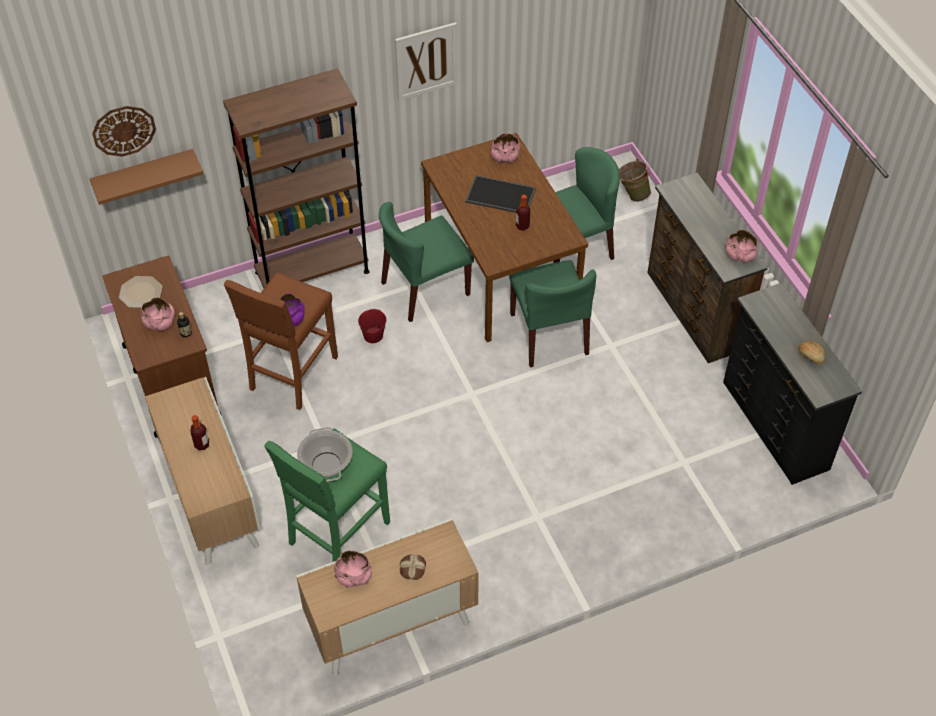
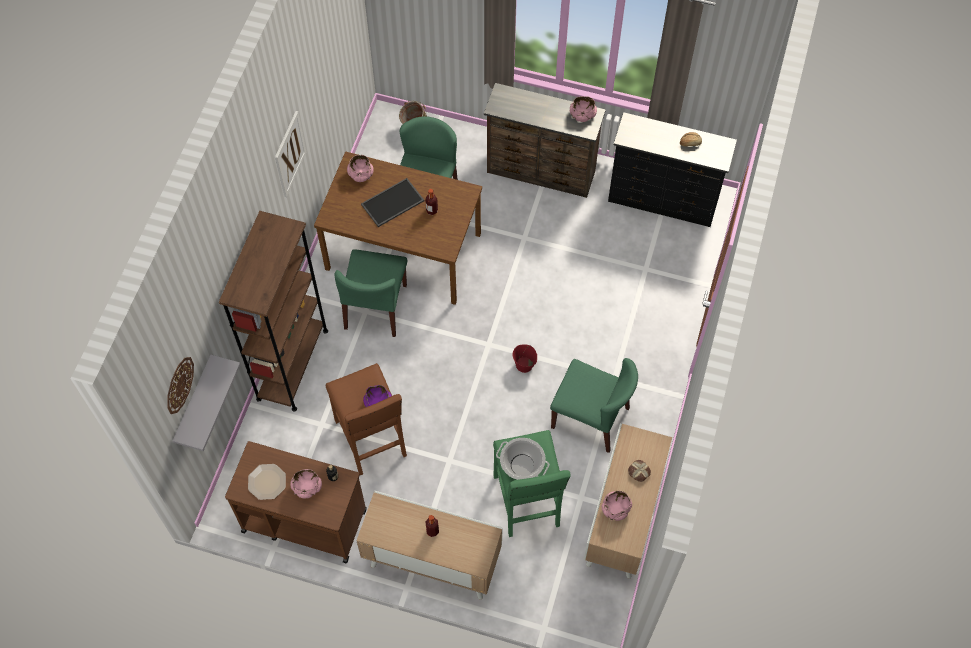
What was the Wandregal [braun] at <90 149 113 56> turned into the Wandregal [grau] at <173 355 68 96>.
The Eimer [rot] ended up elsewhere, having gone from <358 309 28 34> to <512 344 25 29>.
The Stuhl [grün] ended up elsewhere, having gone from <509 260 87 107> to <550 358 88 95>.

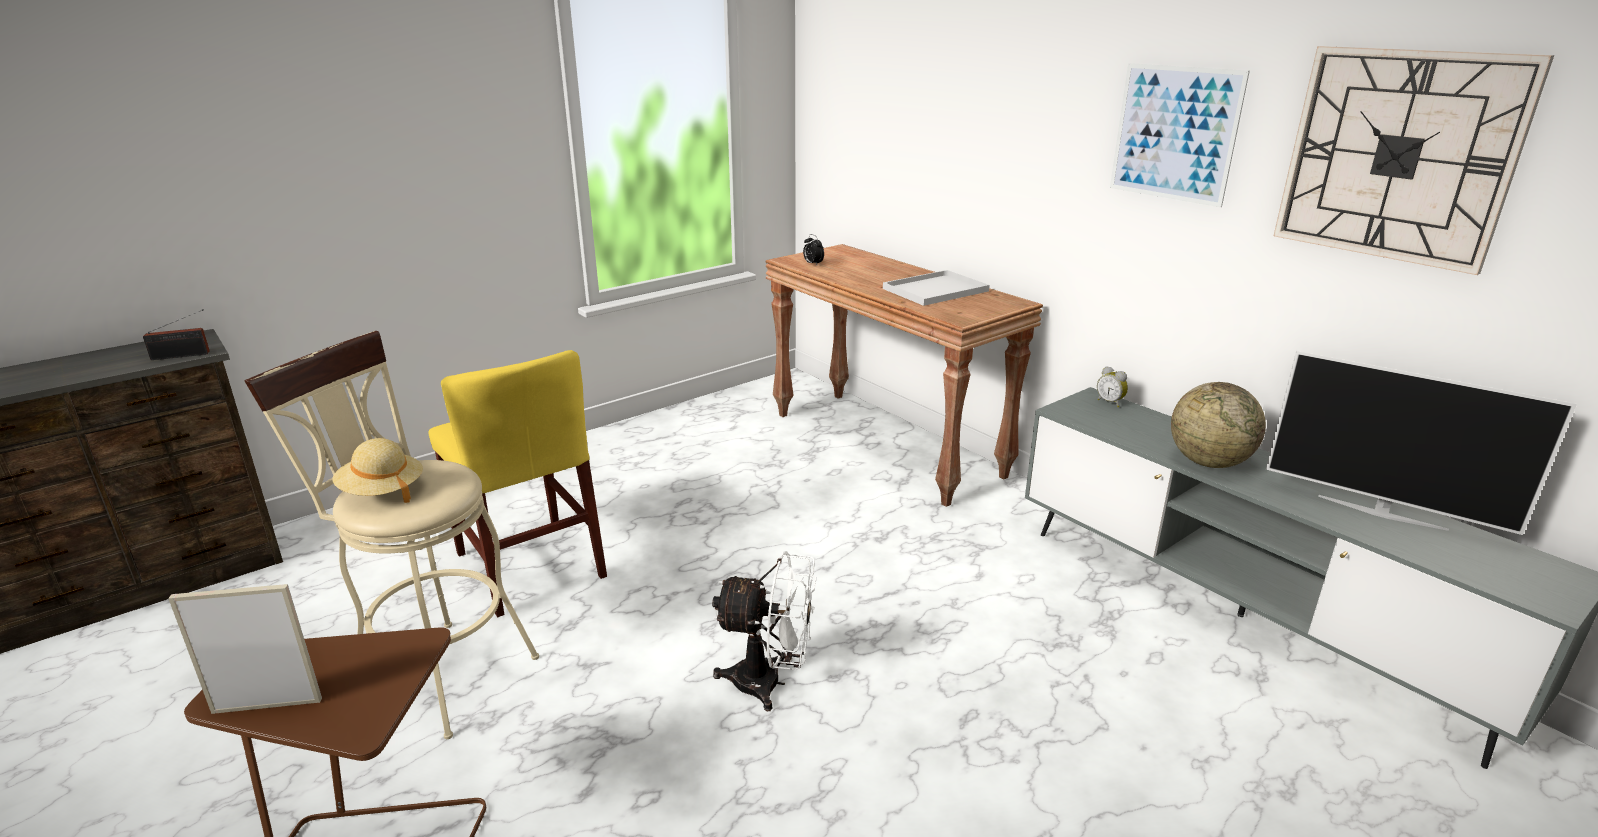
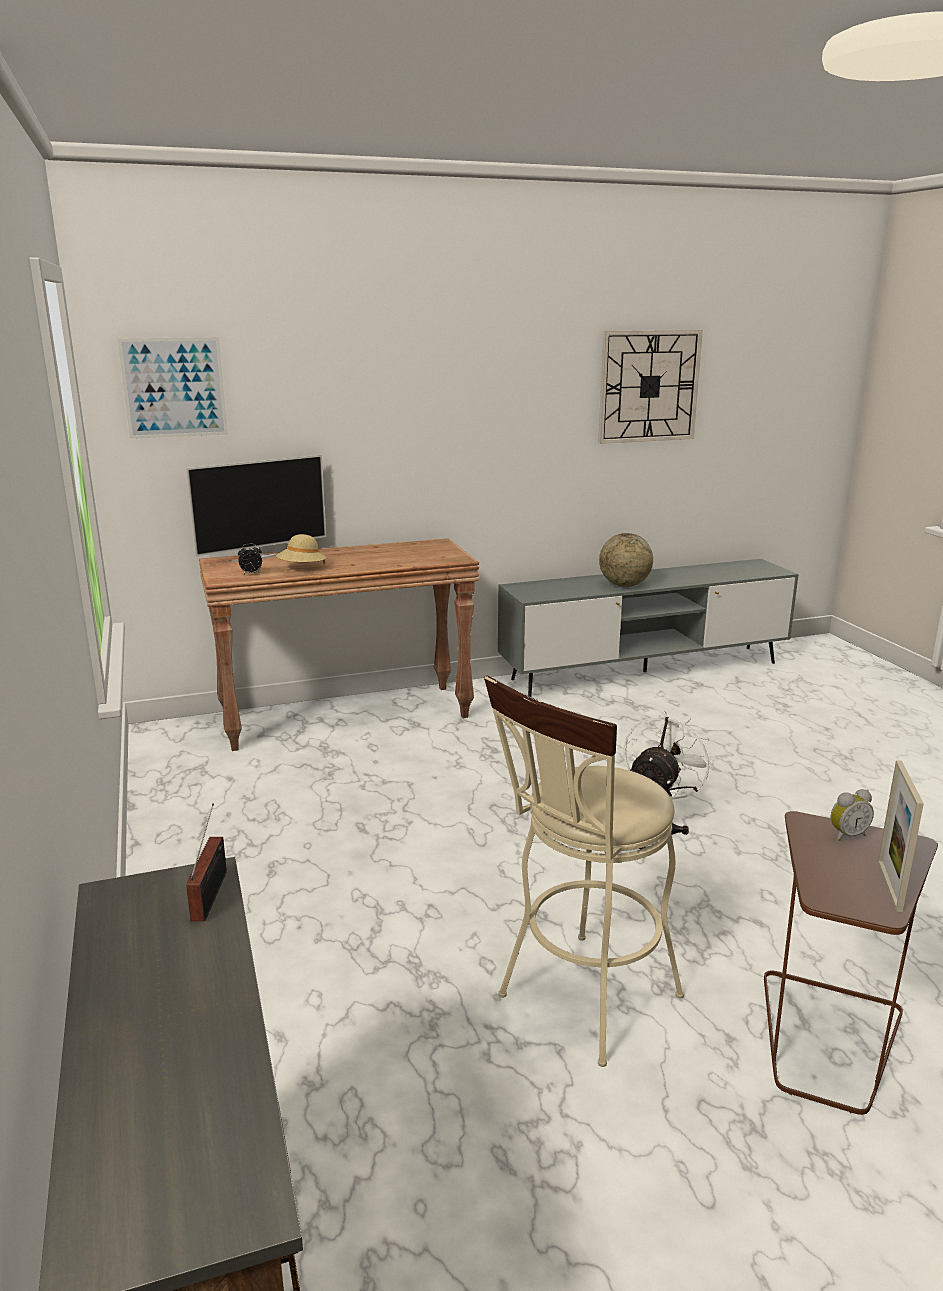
The Hut [beige] ended up elsewhere, having gone from <332 438 91 65> to <276 534 51 31>.
The second view lost the Stuhl [gelb] at <429 350 178 267>.
The second view lost the Tablett [weiß] at <883 270 107 36>.
The Wecker ended up elsewhere, having gone from <1097 366 31 41> to <830 789 44 53>.
The Bild ended up elsewhere, having gone from <1110 63 140 144> to <117 337 111 102>.
The Fernseher ended up elsewhere, having gone from <1266 351 311 184> to <186 455 140 107>.

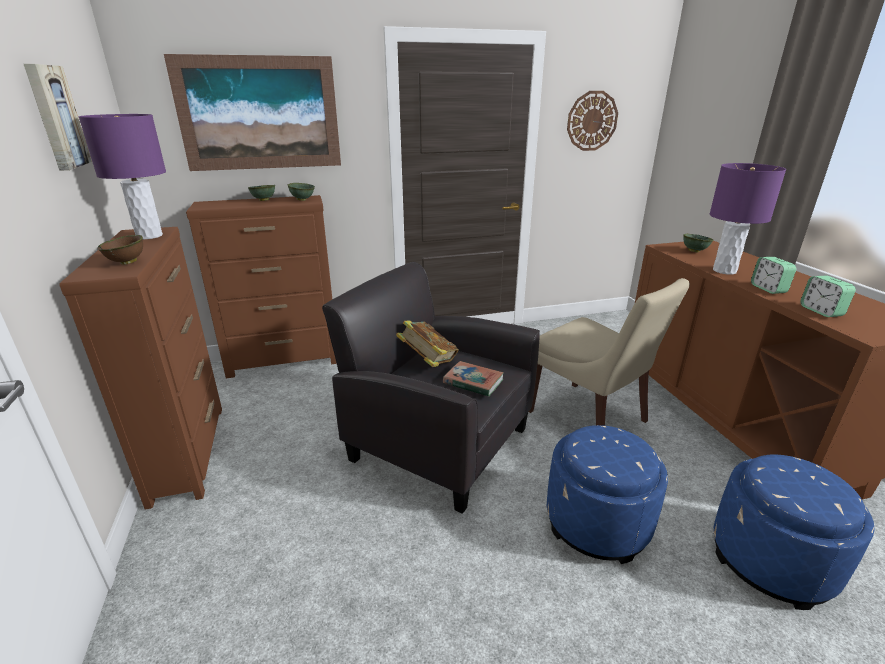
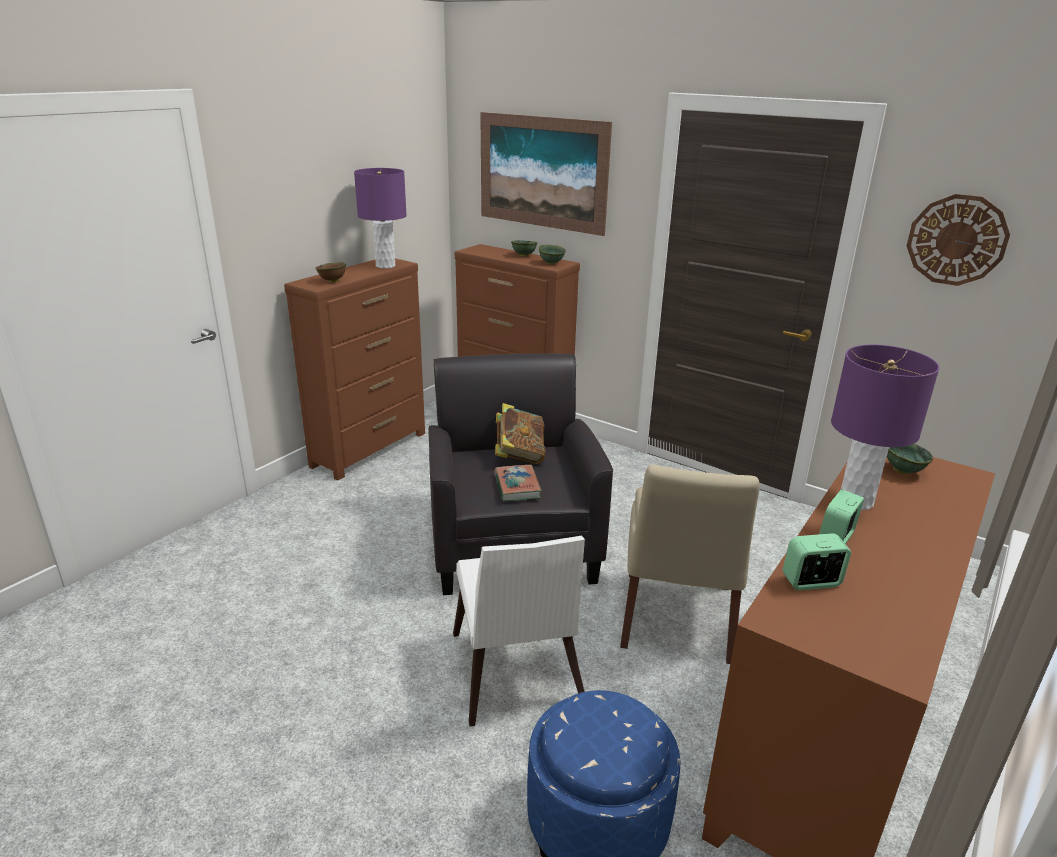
The second view lost the Bild at <24 64 68 107>.
Where the Polsterhocker [blau] stood at <547 425 121 139>, the Stuhl [weiß] came to stand at <453 536 132 191>.
The Wecker at <800 275 56 42> ended up facing another way, 45 degrees clockwise from before.

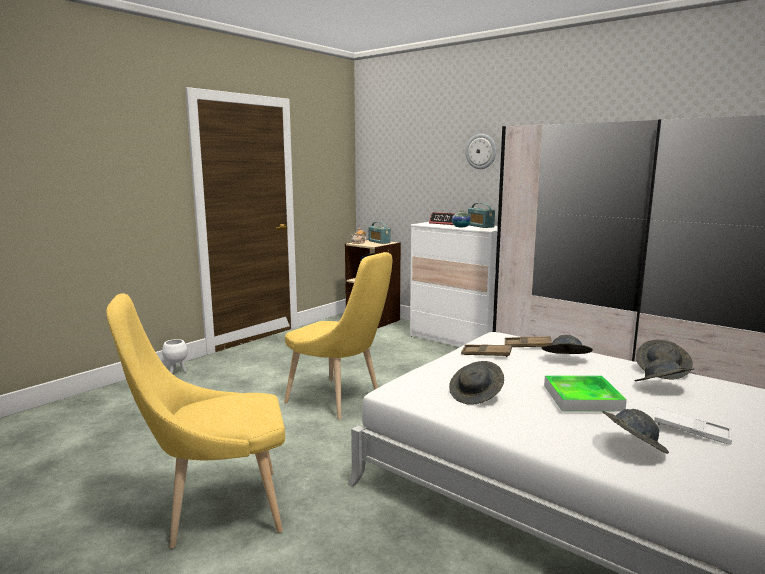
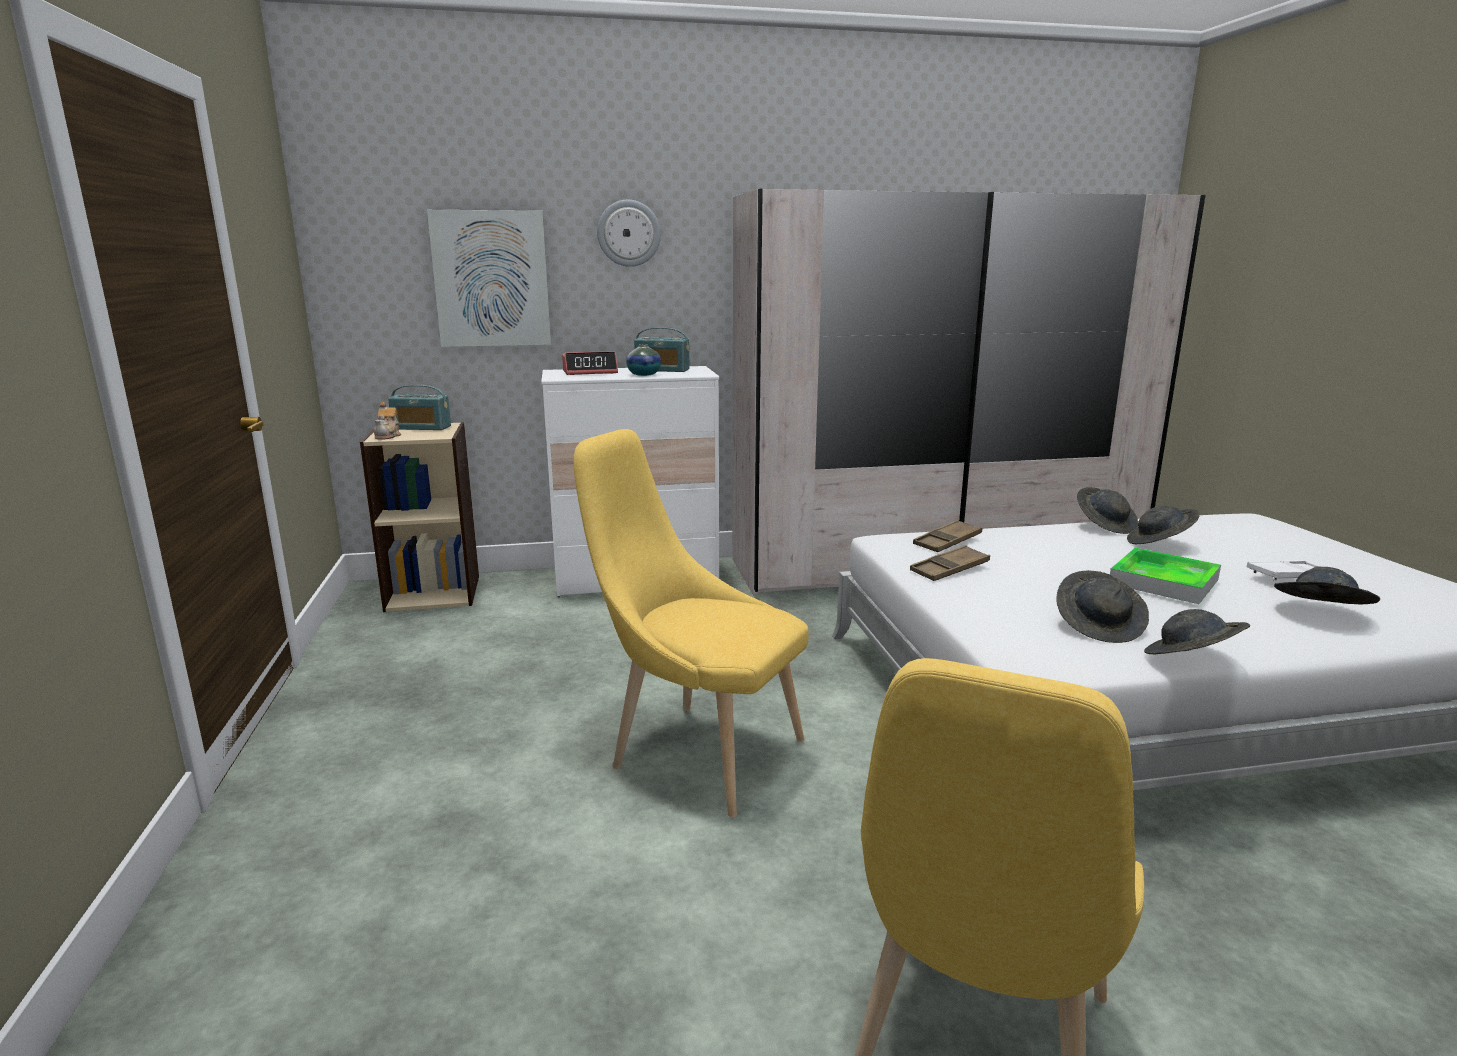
The second view lost the Pflanzkübel [weiß] at <162 339 26 35>.
The Stuhl [gelb] at <284 252 108 168> ended up facing another way, 135 degrees counterclockwise from before.
The Hut [grau] ended up elsewhere, having gone from <542 335 51 19> to <1144 609 106 45>.
The second view gained the Bild at <427 210 124 137>.

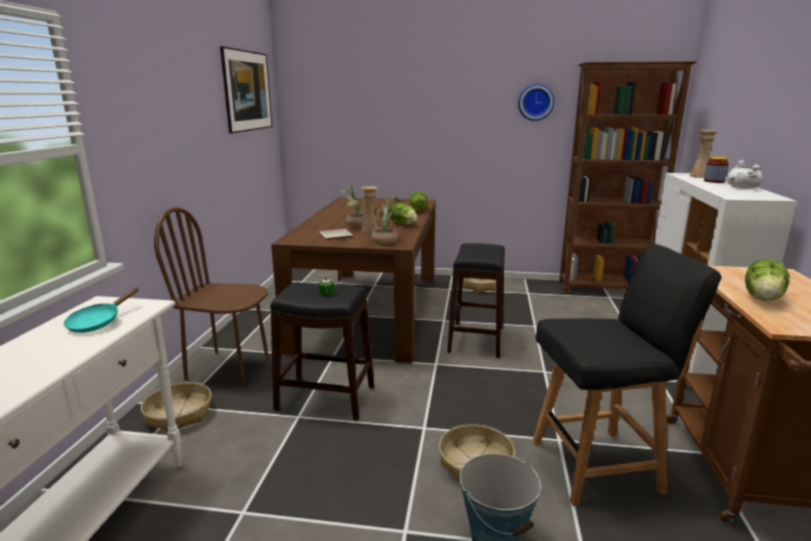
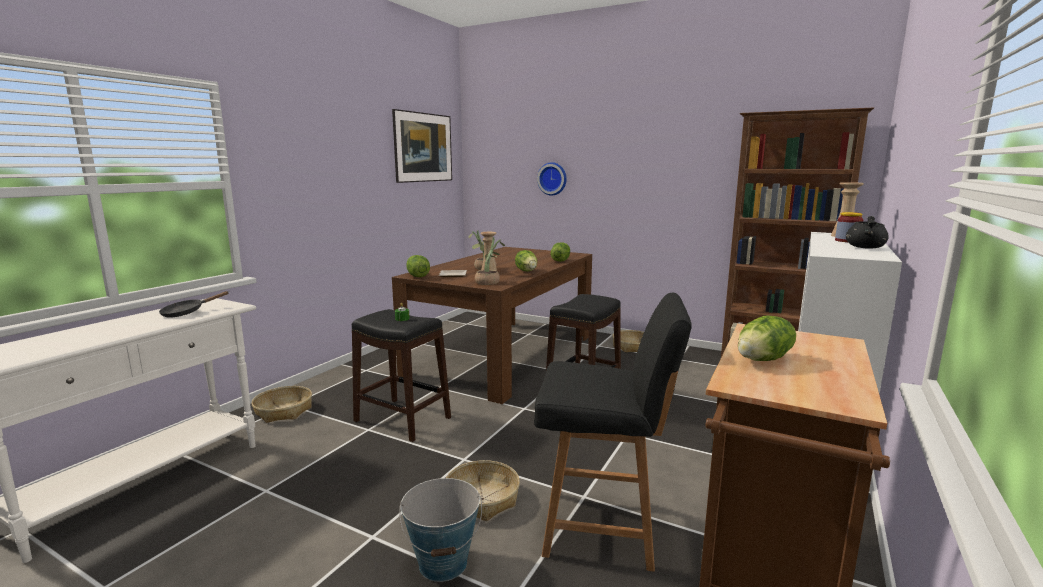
What was the Pfanne [türkis] at <64 288 75 45> turned into the Pfanne [schwarz] at <159 291 70 27>.
The second view lost the Stuhl [braun] at <154 207 115 179>.
The Wanduhr ended up elsewhere, having gone from <518 84 36 37> to <537 162 30 34>.
What was the Kochtopf [weiß] at <727 160 36 29> turned into the Kochtopf [schwarz] at <846 216 43 33>.
The second view gained the Salatkopf at <406 255 24 22>.

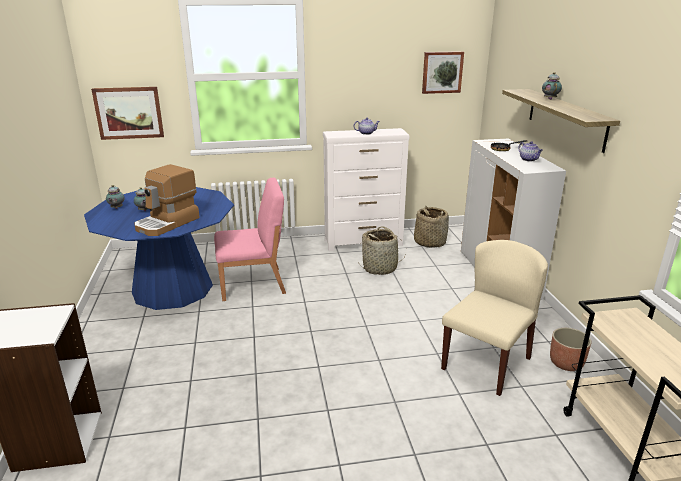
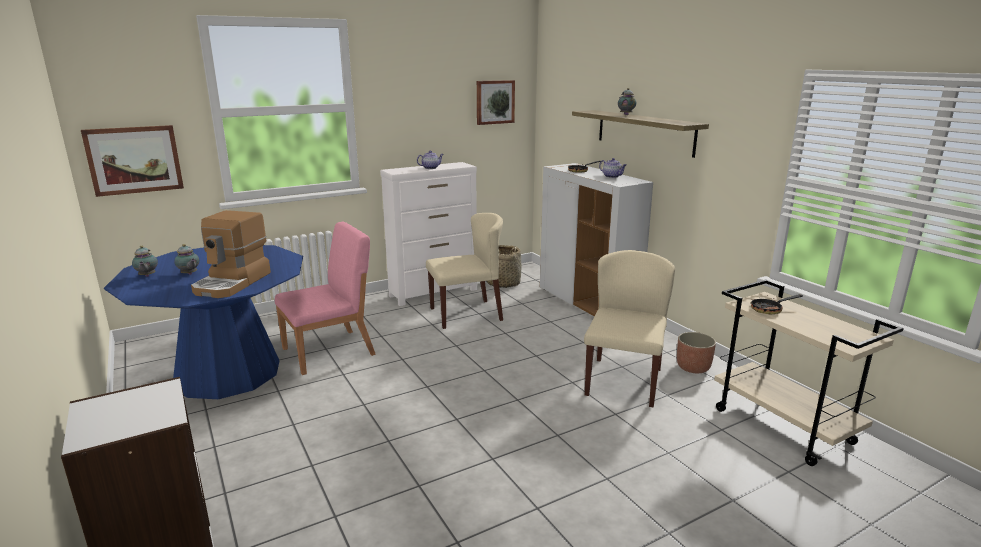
Where the Korb stood at <358 226 48 49>, the Stuhl [beige] came to stand at <426 213 77 116>.
The second view gained the Pfanne at <751 292 52 23>.

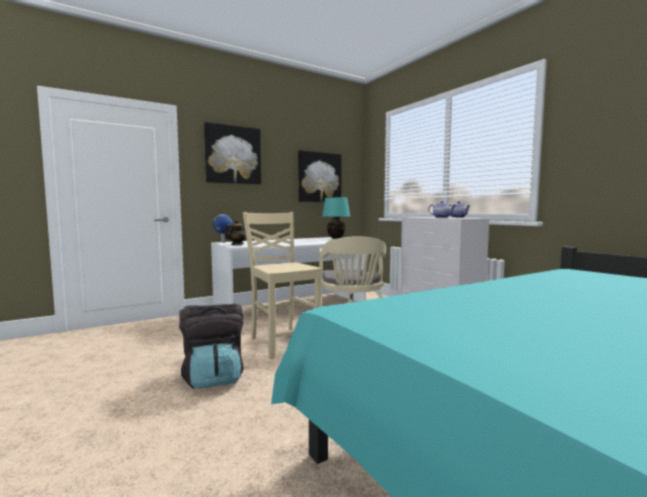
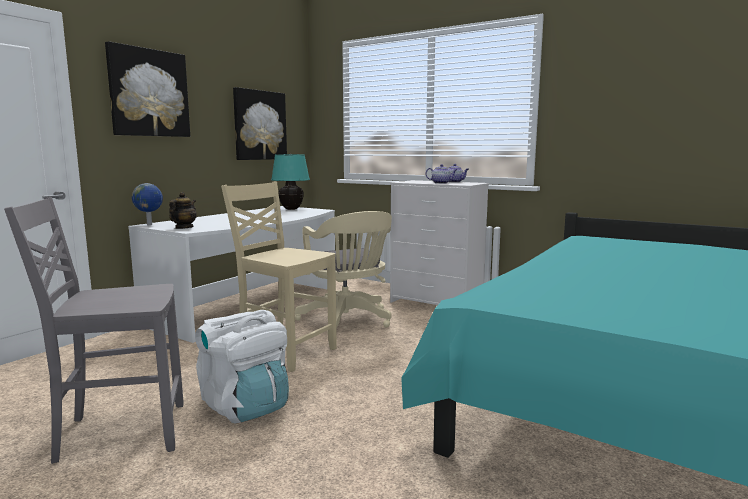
What was the Rucksack [schwarz] at <179 304 65 85> turned into the Rucksack [weiß] at <195 310 94 113>.
The second view gained the Stuhl [grau] at <4 197 180 267>.

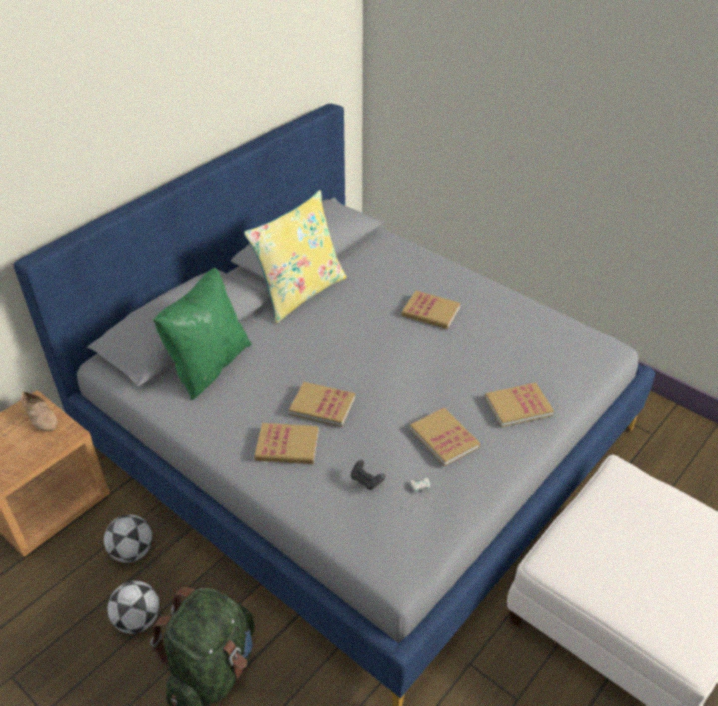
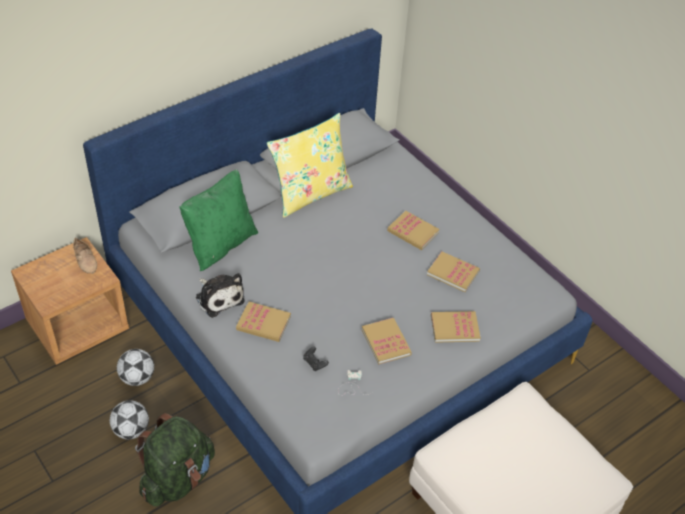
The Buch ended up elsewhere, having gone from <289 382 66 45> to <427 252 53 40>.
The second view gained the Plüschtier at <196 273 49 45>.

